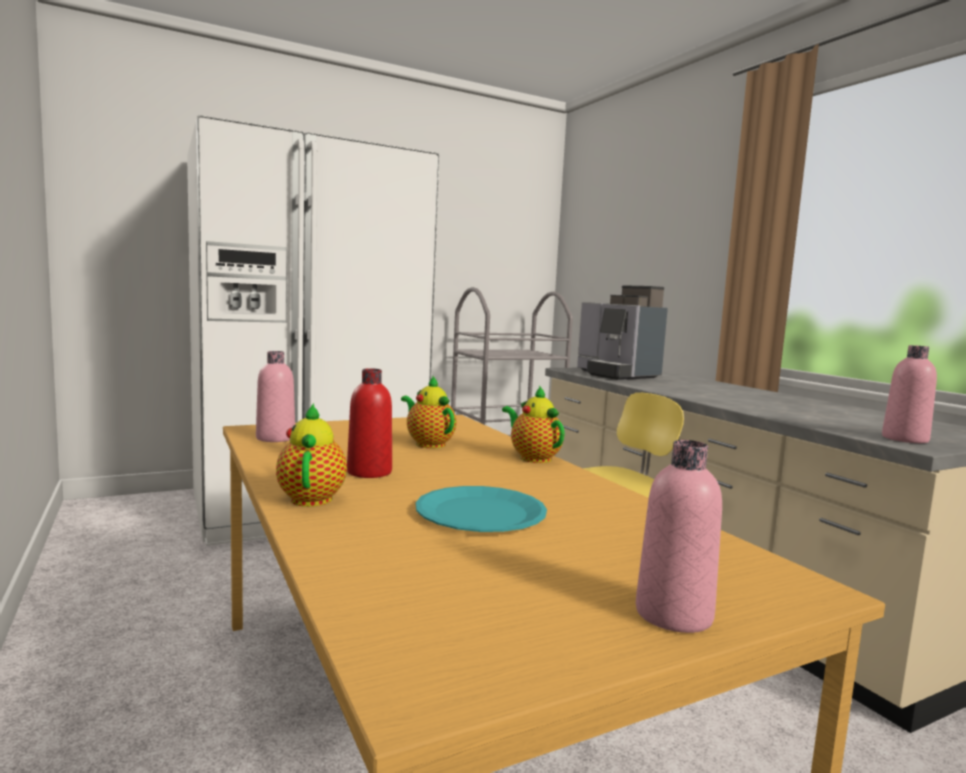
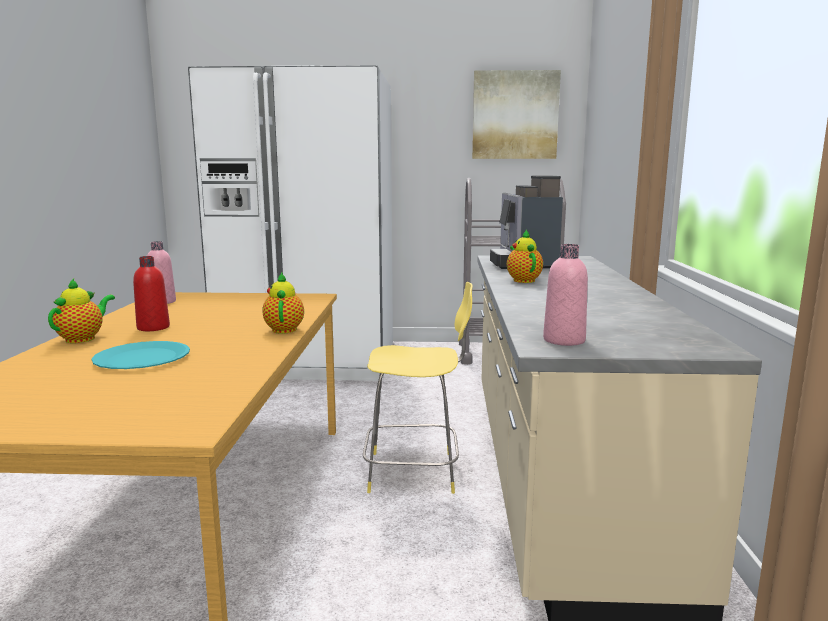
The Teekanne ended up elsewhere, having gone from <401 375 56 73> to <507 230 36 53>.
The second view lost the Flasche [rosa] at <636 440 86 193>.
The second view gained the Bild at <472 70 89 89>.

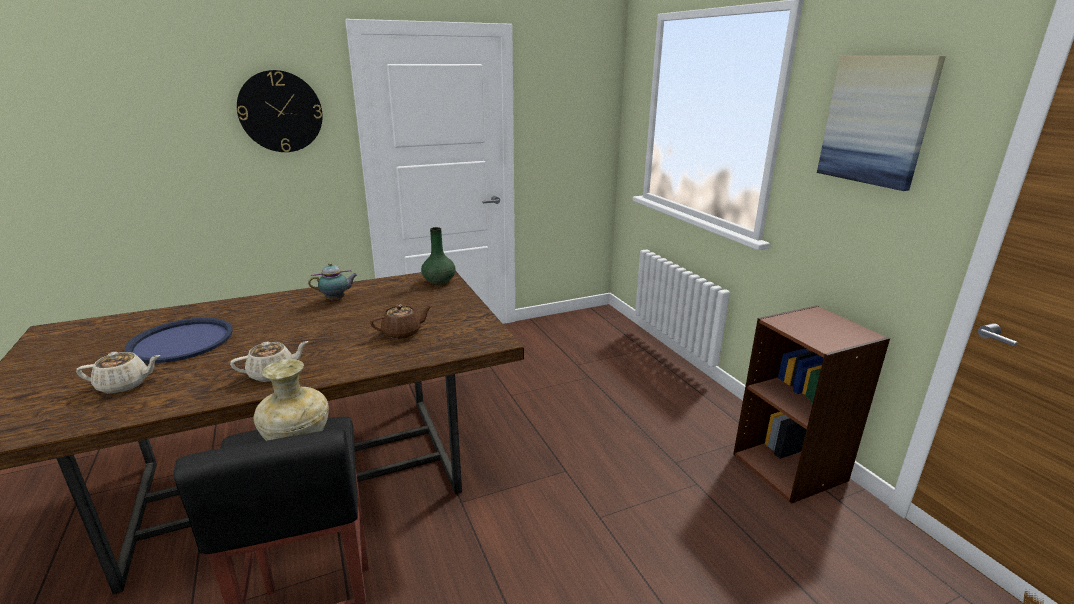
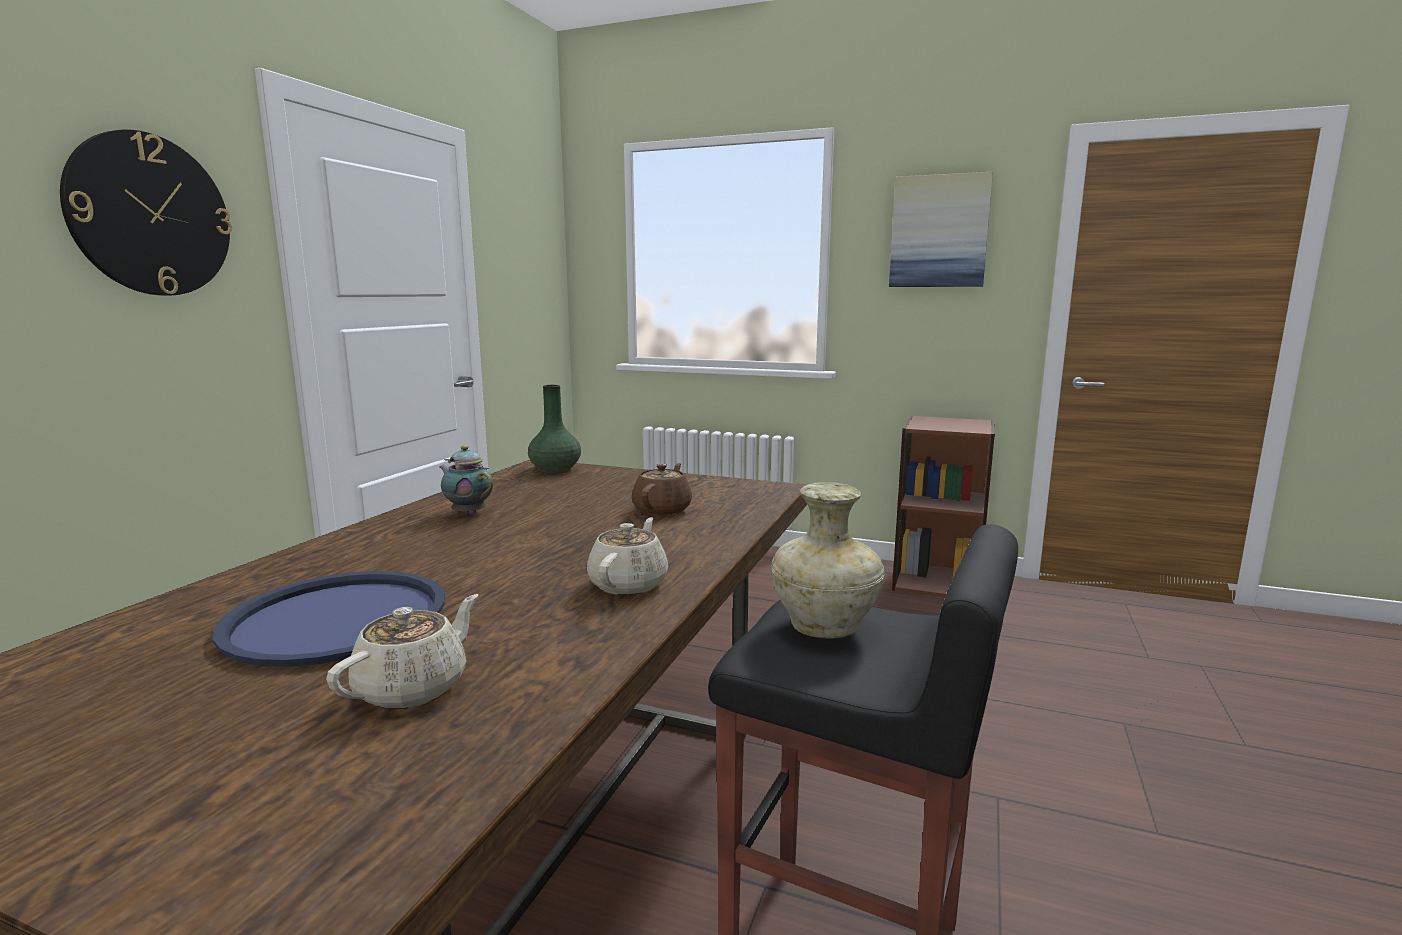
The Teekanne at <308 263 50 38> ended up facing another way, 75 degrees counterclockwise from before.

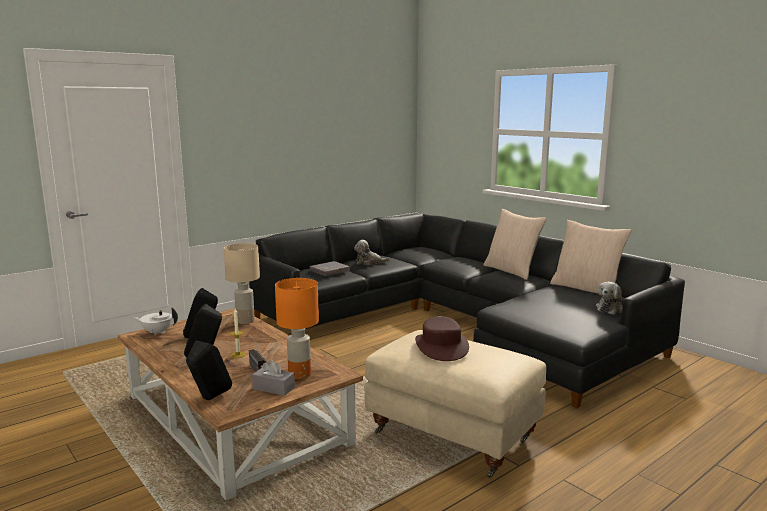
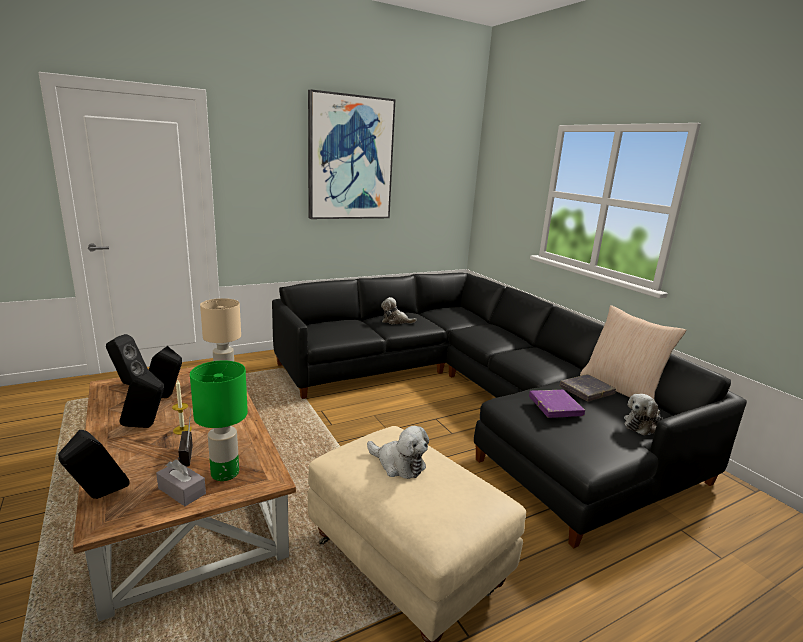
Where the Teekanne [weiß] stood at <133 307 45 29>, the Lautsprecher [schwarz] came to stand at <106 334 42 51>.
What was the Tischlampe [orange] at <275 278 44 101> turned into the Tischlampe [grün] at <190 361 58 120>.
The Buch [grau] ended up elsewhere, having gone from <310 261 40 15> to <560 374 56 27>.
Where the Hut [braun] stood at <415 316 54 45>, the Plüschtier came to stand at <367 426 62 53>.
The second view lost the Kissen [beige] at <484 209 63 71>.
The second view gained the Bild at <308 89 88 130>.
The second view gained the Buch [lila] at <529 390 56 28>.

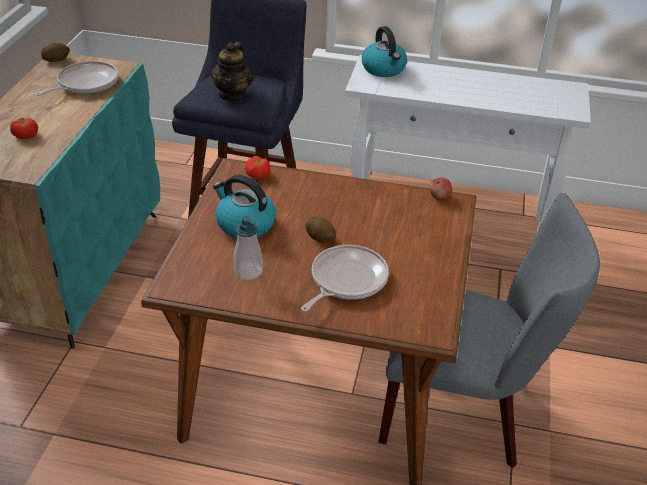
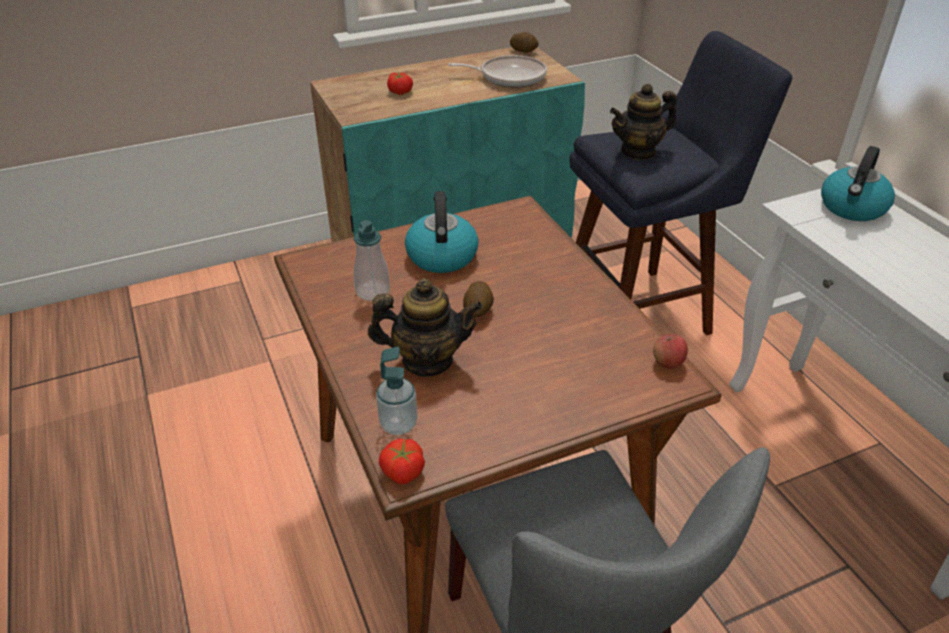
The Tomate ended up elsewhere, having gone from <245 156 25 22> to <379 438 46 46>.
Where the Pfanne stood at <301 245 88 67>, the Teekanne came to stand at <368 278 115 99>.
The second view gained the Seifenspender at <376 347 42 88>.

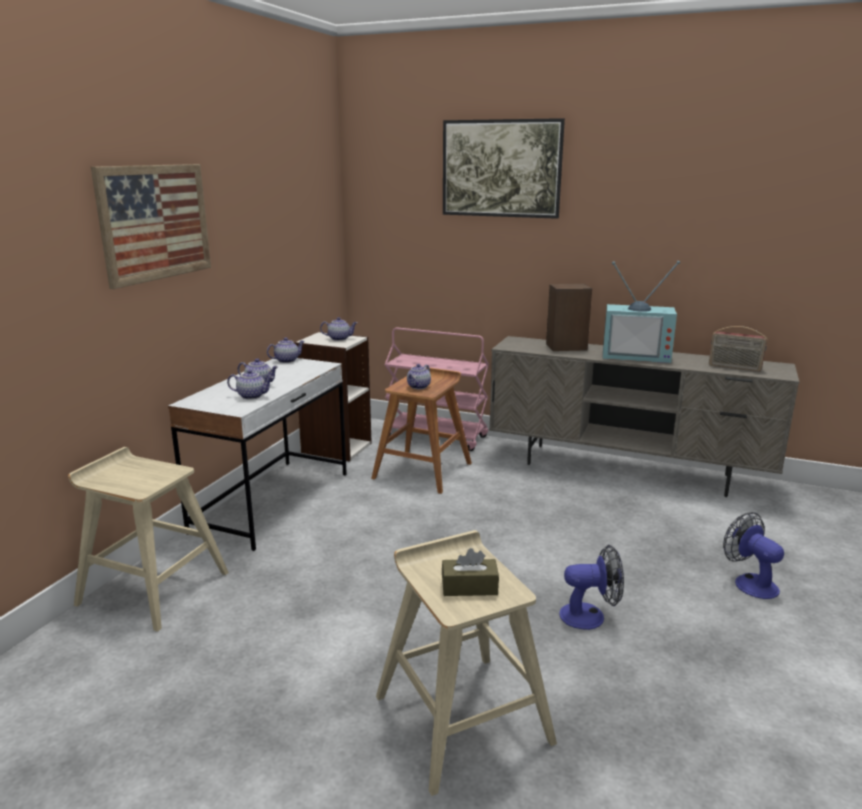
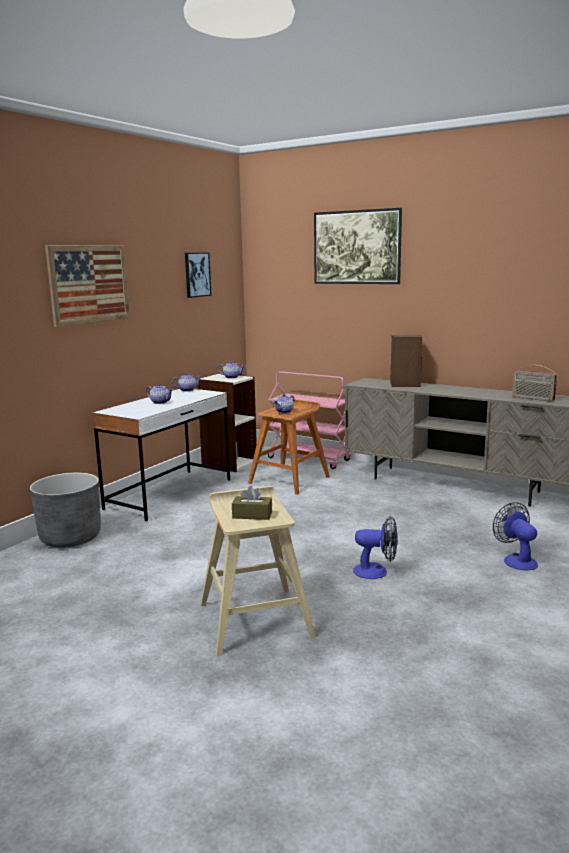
Where the Hocker [beige] stood at <68 447 161 185>, the Pflanzkübel [grau] came to stand at <30 473 71 75>.
The second view lost the Teekanne at <227 370 47 29>.
The second view lost the Fernseher at <603 261 77 102>.
The second view gained the Bild at <185 252 27 46>.

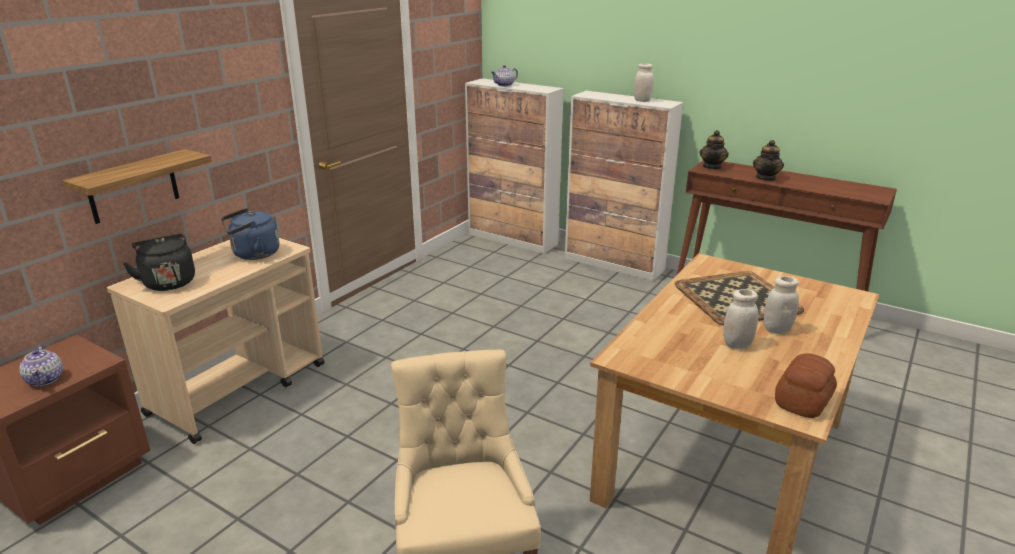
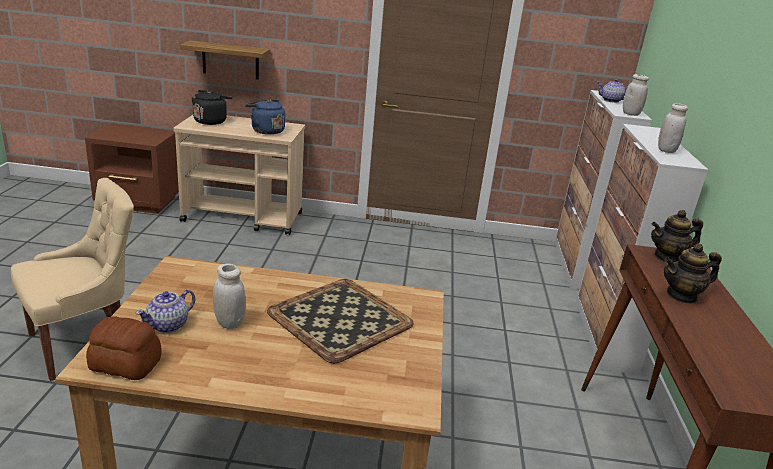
The Teekanne ended up elsewhere, having gone from <19 345 44 41> to <136 289 59 44>.
The Vorratsglas [weiß] ended up elsewhere, having gone from <764 276 35 58> to <623 74 26 42>.

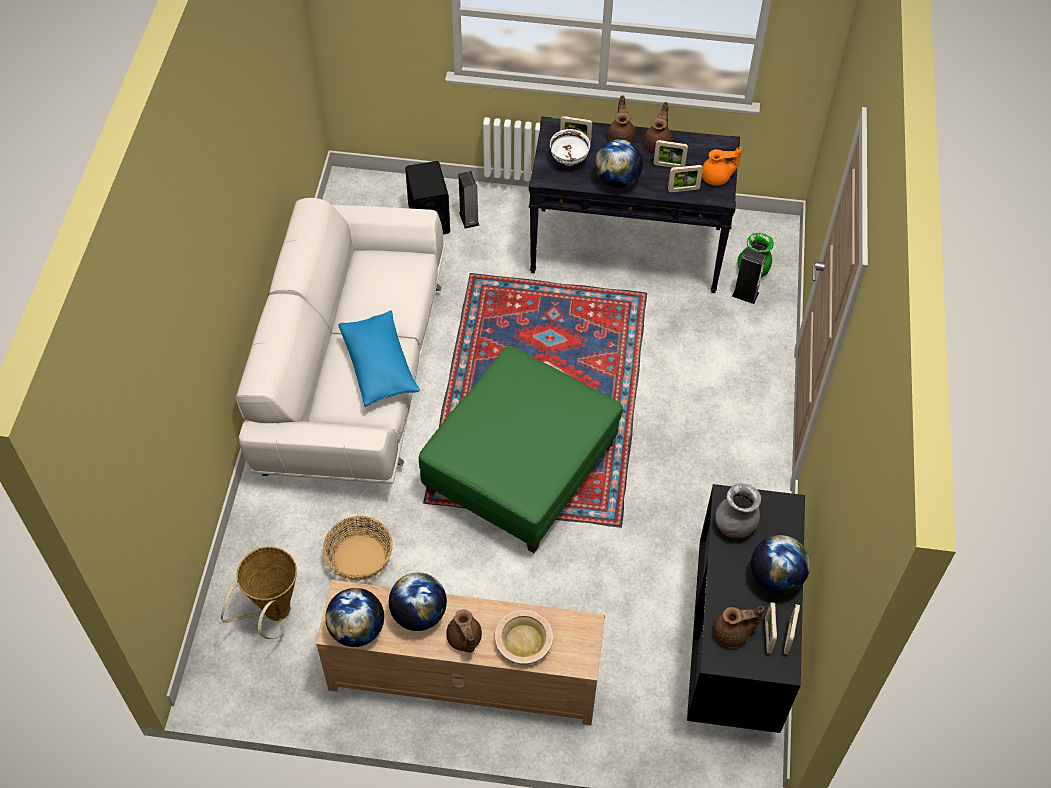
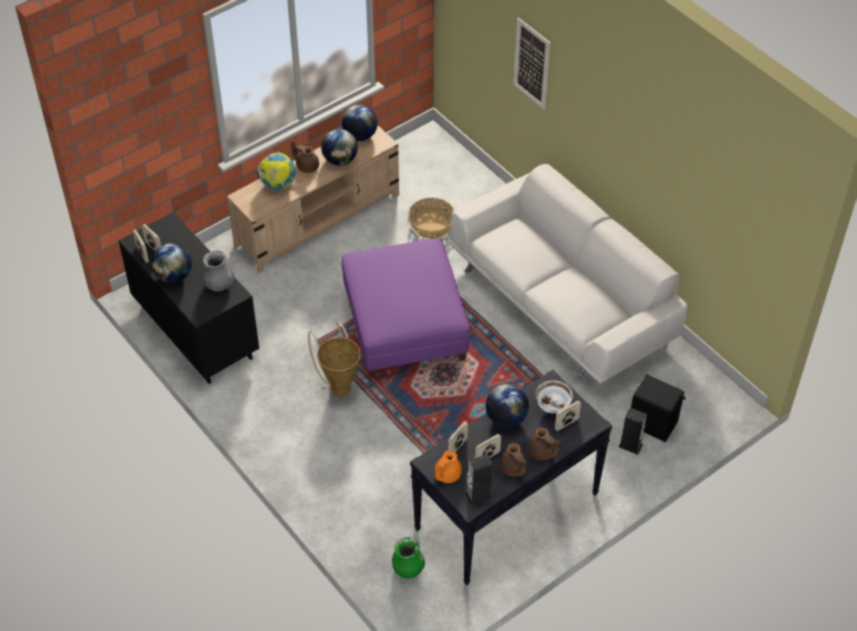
The Korb ended up elsewhere, having gone from <221 546 76 93> to <308 321 52 76>.
The second view lost the Kissen [blau] at <338 311 82 96>.
What was the Polsterhocker [grün] at <419 346 204 207> turned into the Polsterhocker [lila] at <341 239 129 139>.
Where the Schüssel [beige] stood at <495 610 58 55>, the Globus came to stand at <258 152 38 38>.
The second view lost the Teekanne [braun] at <713 606 51 41>.
The Lautsprecher ended up elsewhere, having gone from <732 248 34 56> to <465 454 28 51>.
The second view gained the Bild at <513 17 38 92>.

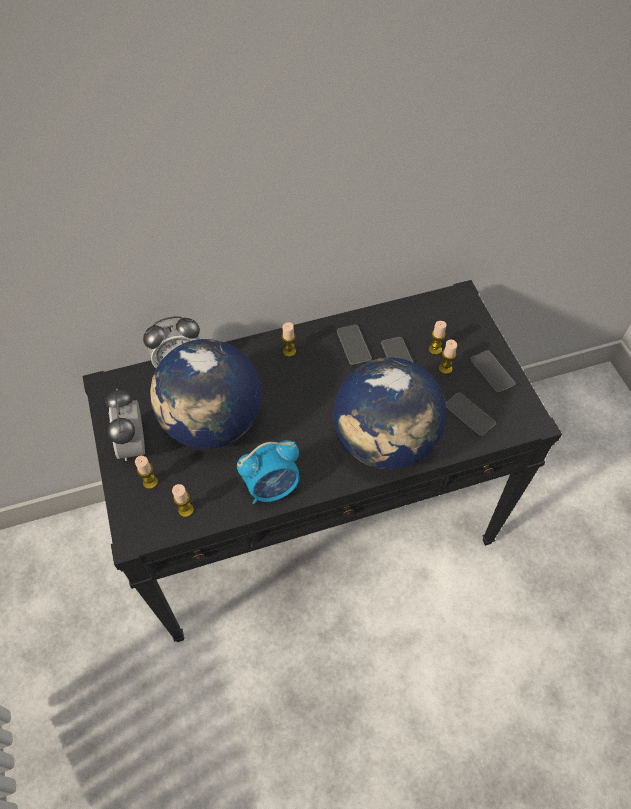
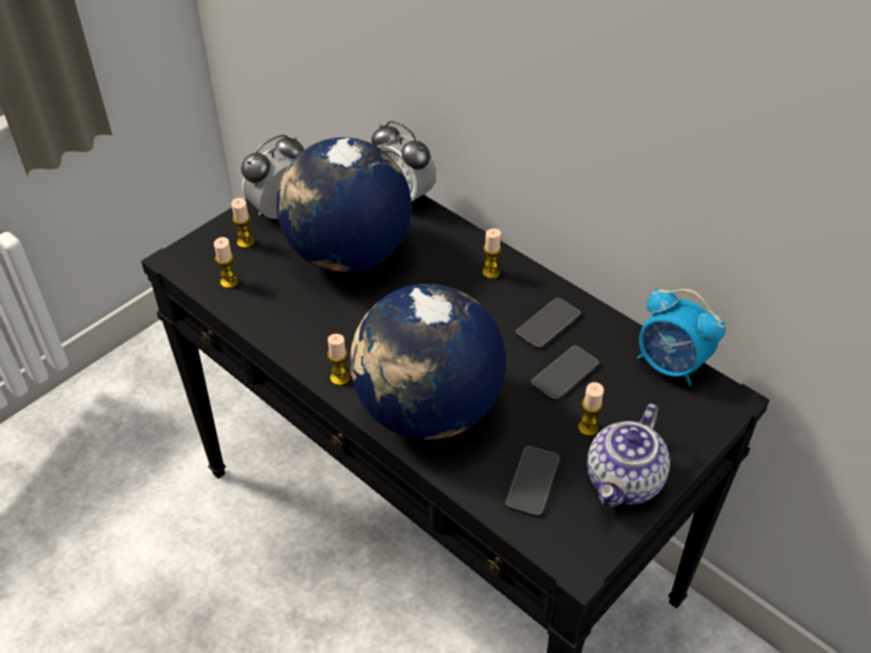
The Wecker ended up elsewhere, having gone from <237 440 62 64> to <637 288 88 98>.
The Kerze ended up elsewhere, having gone from <429 321 17 34> to <327 334 23 52>.
Where the Handy stood at <470 350 46 43>, the Teekanne came to stand at <587 404 83 103>.

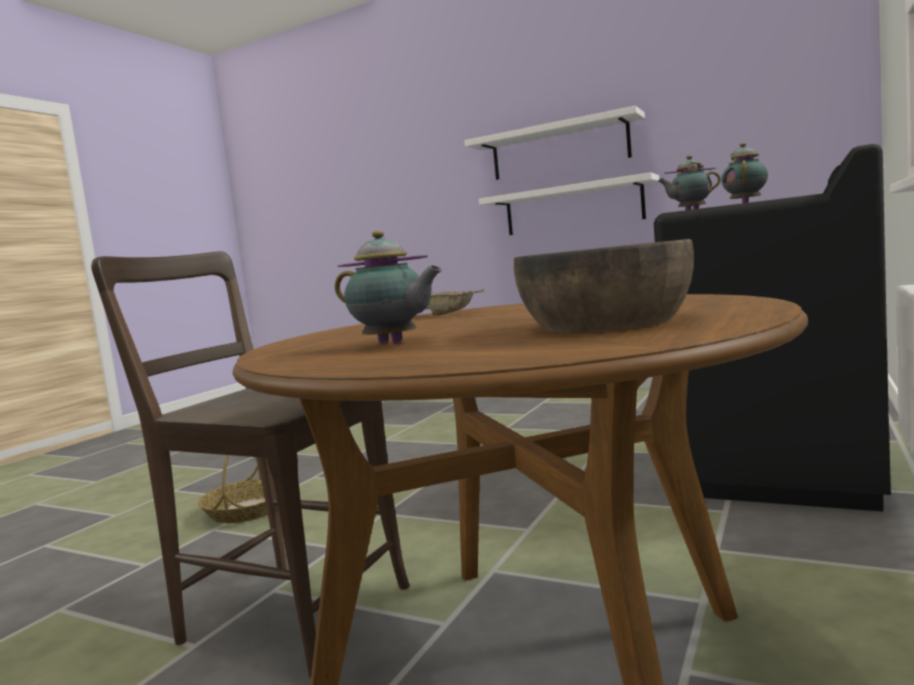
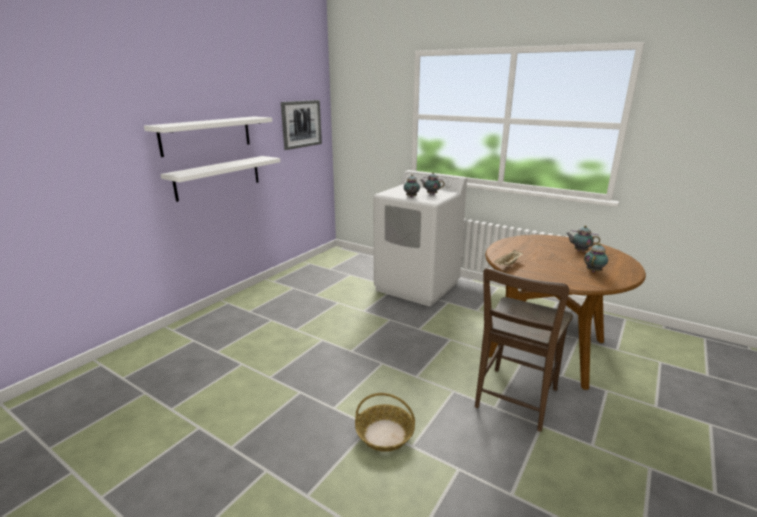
Where the Schüssel [braun] stood at <514 239 180 94>, the Teekanne came to stand at <566 226 34 26>.
What was the Waschmaschine [schwarz] at <654 144 237 368> turned into the Waschmaschine [weiß] at <374 170 93 136>.
The second view gained the Bild at <281 100 41 50>.

